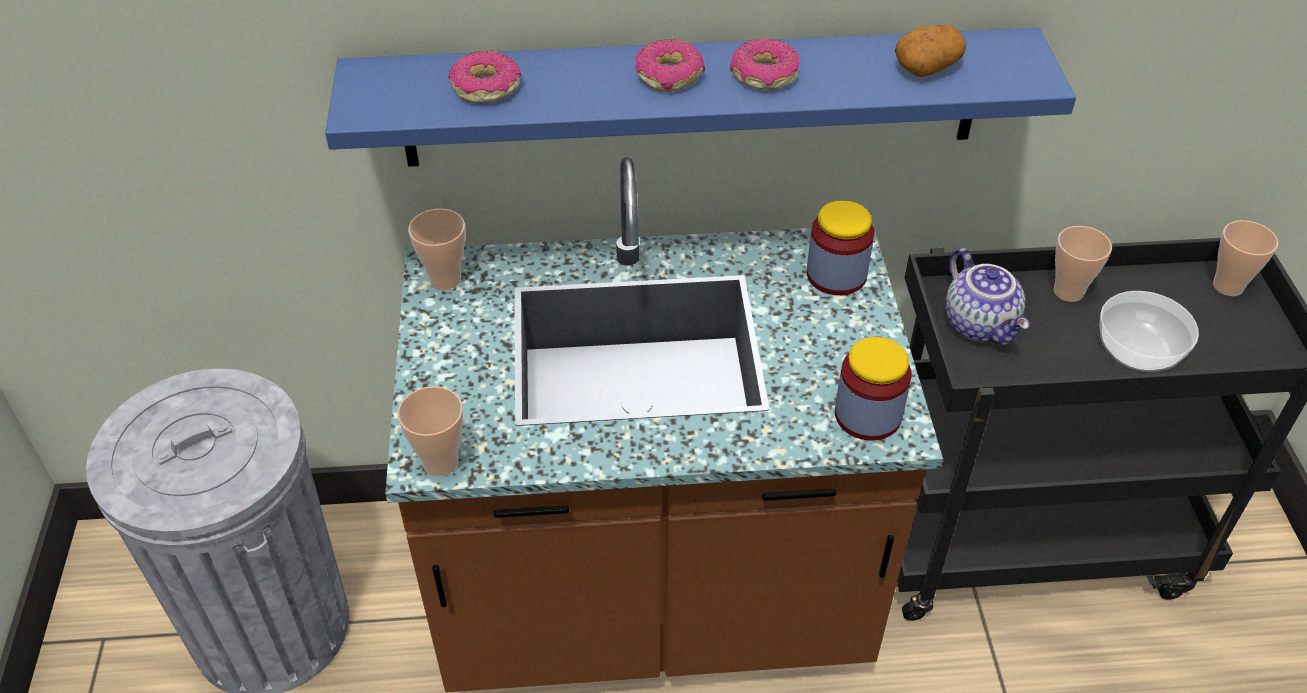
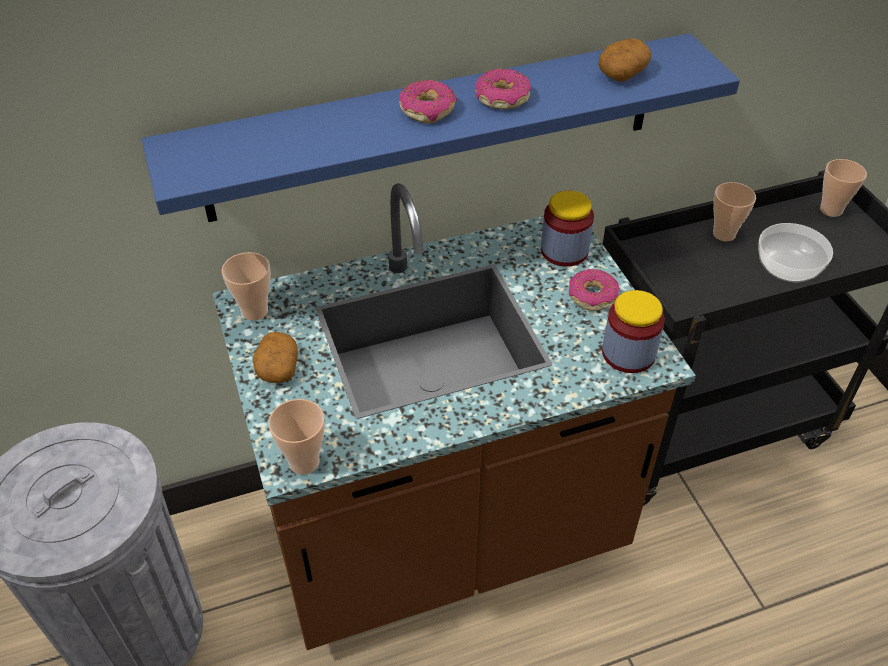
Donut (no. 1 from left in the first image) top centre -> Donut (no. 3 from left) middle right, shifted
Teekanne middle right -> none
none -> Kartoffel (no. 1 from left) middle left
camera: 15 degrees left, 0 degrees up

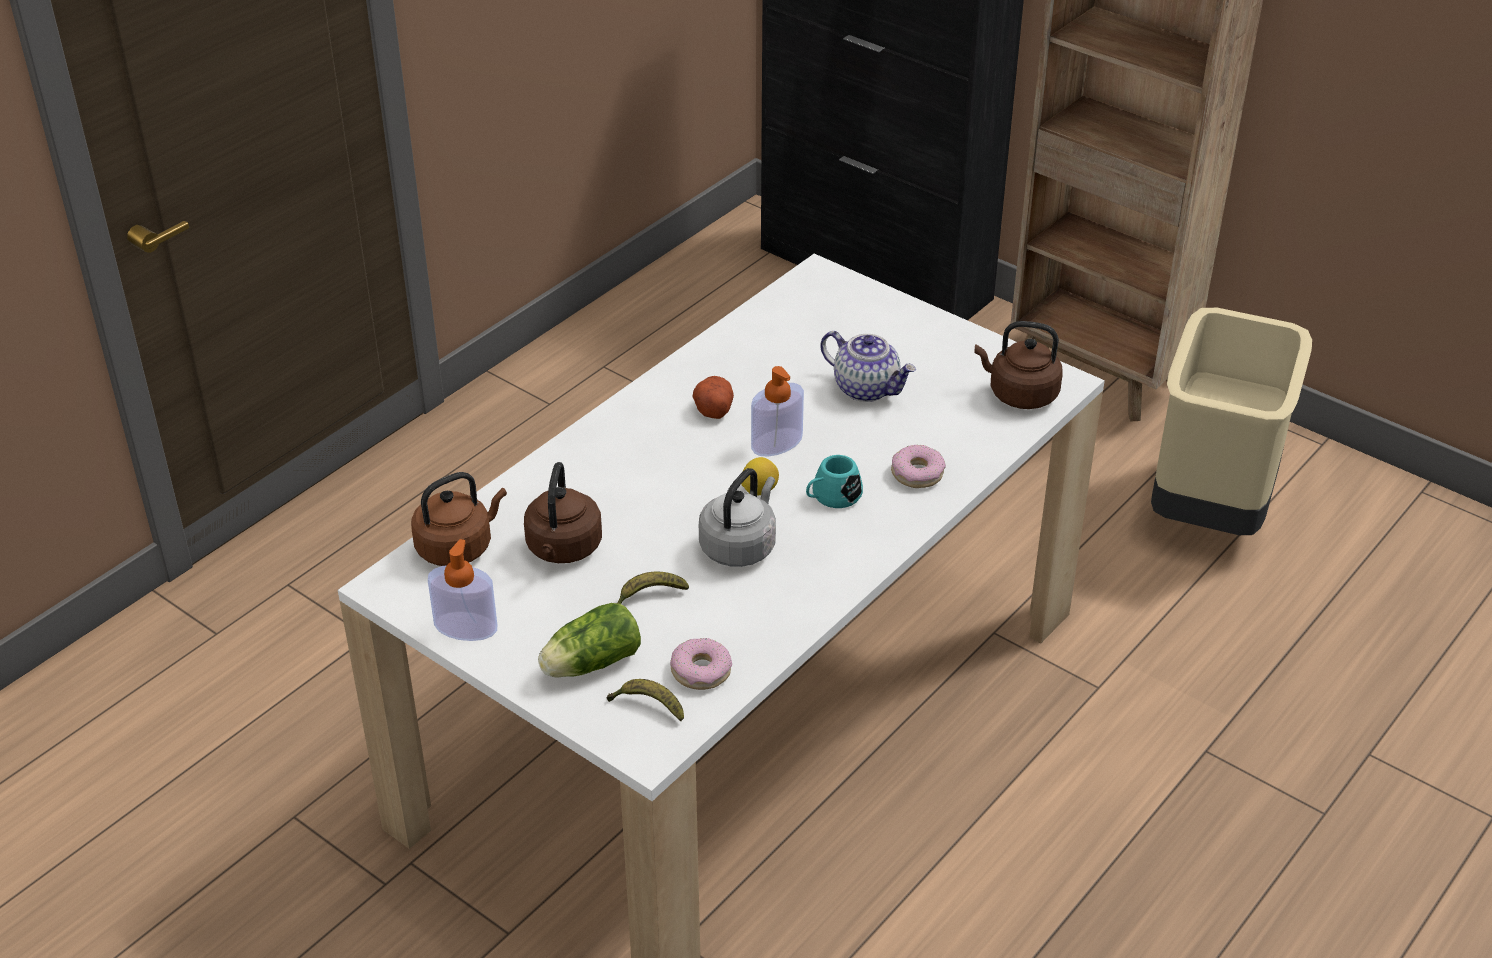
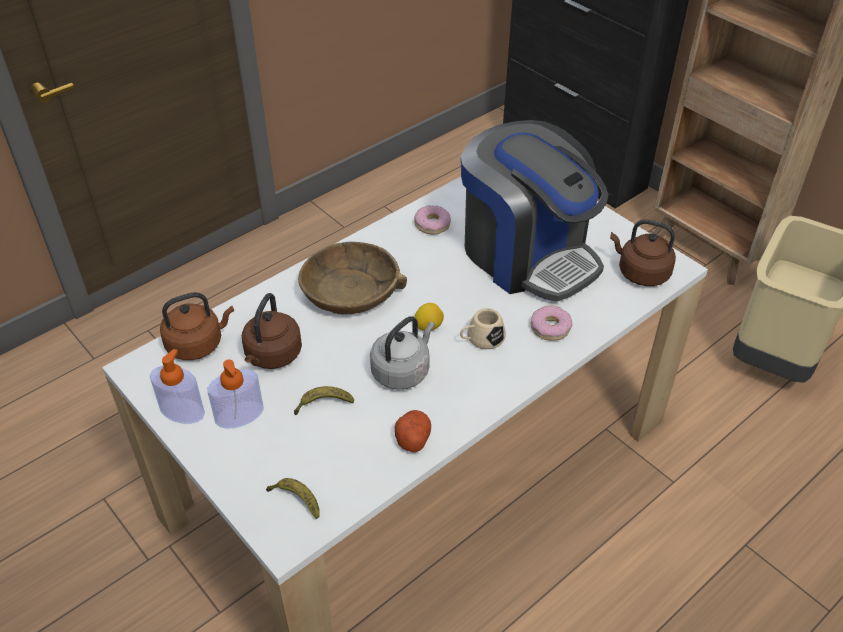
Salatkopf bottom centre -> none
Donut (no. 1 from left) bottom centre -> Donut (no. 1 from left) centre, shifted
Kartoffel centre -> Kartoffel bottom centre, shifted
Seifenspender (no. 2 from left) centre -> Seifenspender (no. 2 from left) middle left, shifted
Henkelbecher [türkis] centre -> Henkelbecher [beige] centre
Teekanne centre -> Kaffeemaschine top centre
none -> Schüssel [braun] centre
camera: 10 degrees right, 5 degrees up

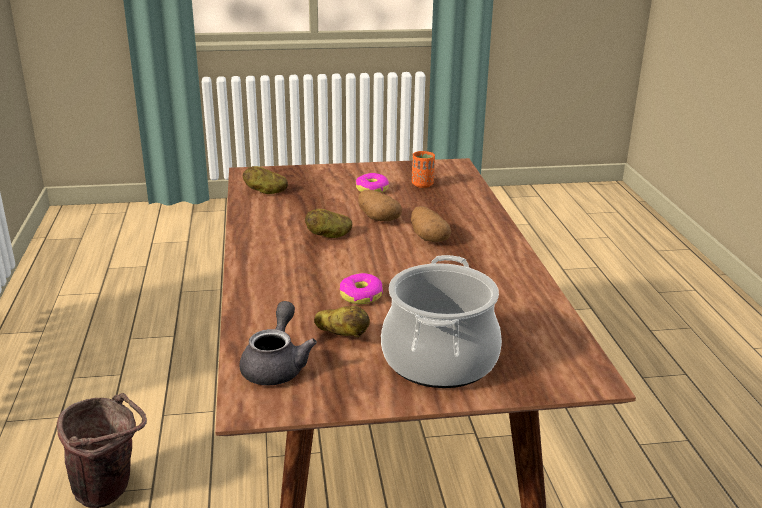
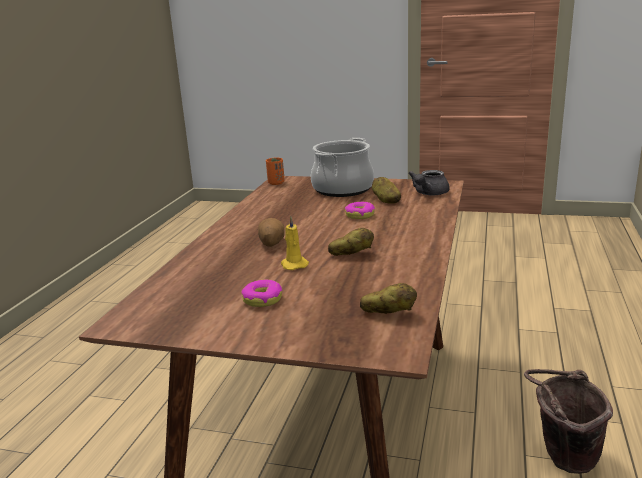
Kartoffel (no. 4 from left) centre -> Kerze [gelb] centre
Tasse [orange] top centre -> Tasse [orange] centre, shifted
camera: 155 degrees left, 5 degrees down

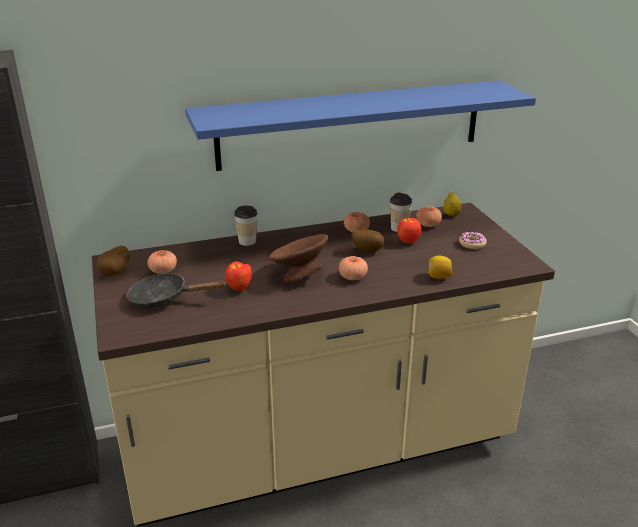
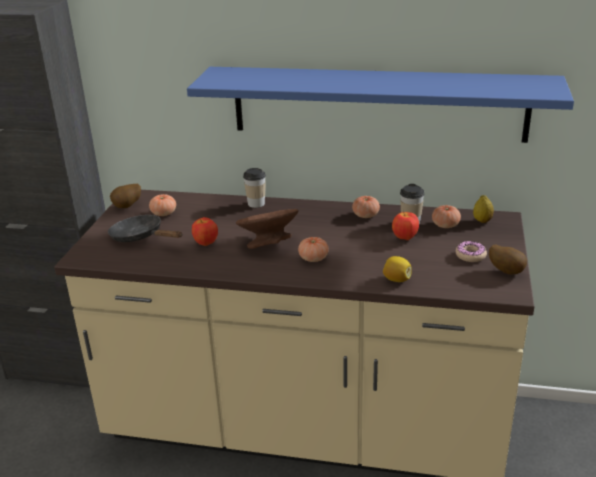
Kartoffel (no. 2 from left) centre -> Kartoffel (no. 2 from left) middle right, shifted
camera: 30 degrees right, 0 degrees up

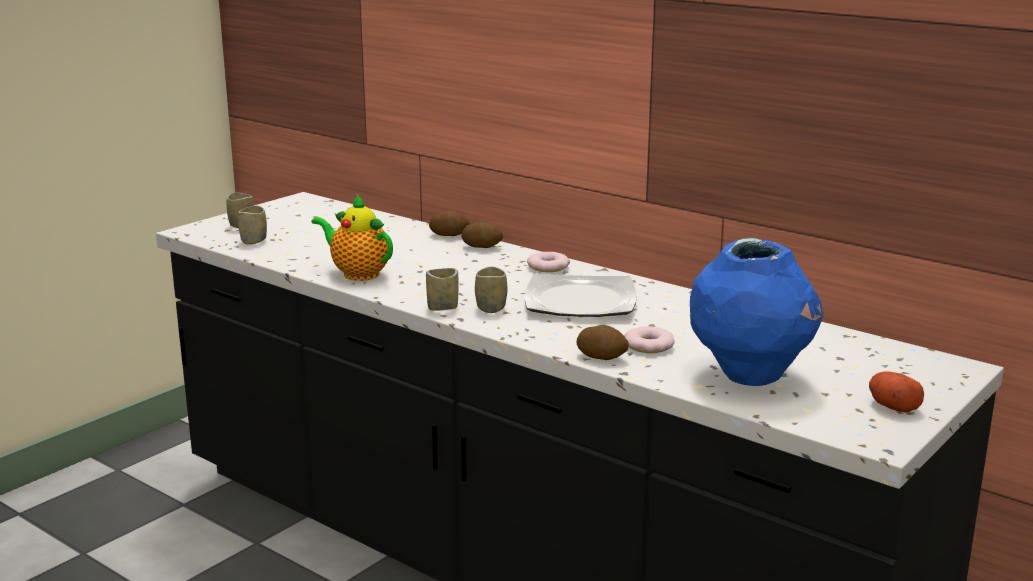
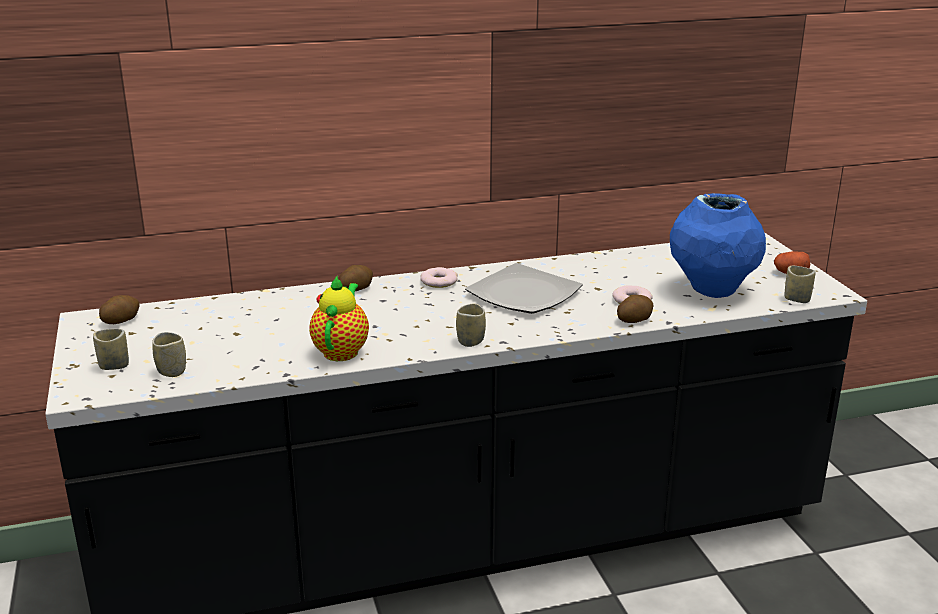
Teekanne centre, 120 degrees clockwise
Kartoffel (no. 1 from left) centre -> Kartoffel (no. 1 from left) middle left, shifted
Tasse (no. 4 from left) centre -> Tasse (no. 4 from left) middle right, shifted
camera: 55 degrees left, 5 degrees up

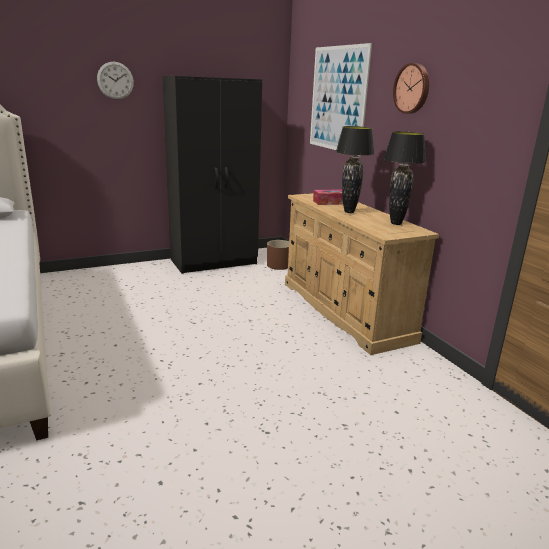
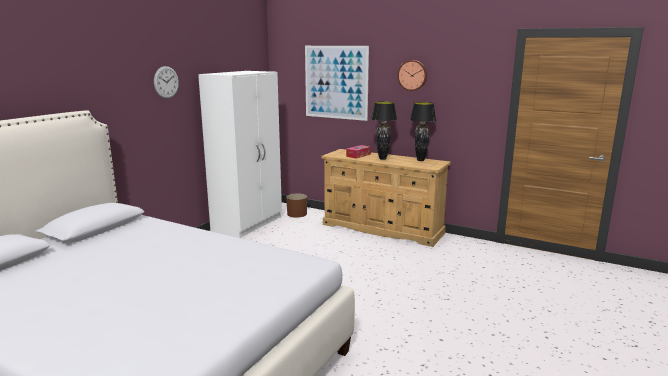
Kleiderschrank [schwarz] top centre -> Kleiderschrank [weiß] centre
camera: 35 degrees left, 5 degrees down

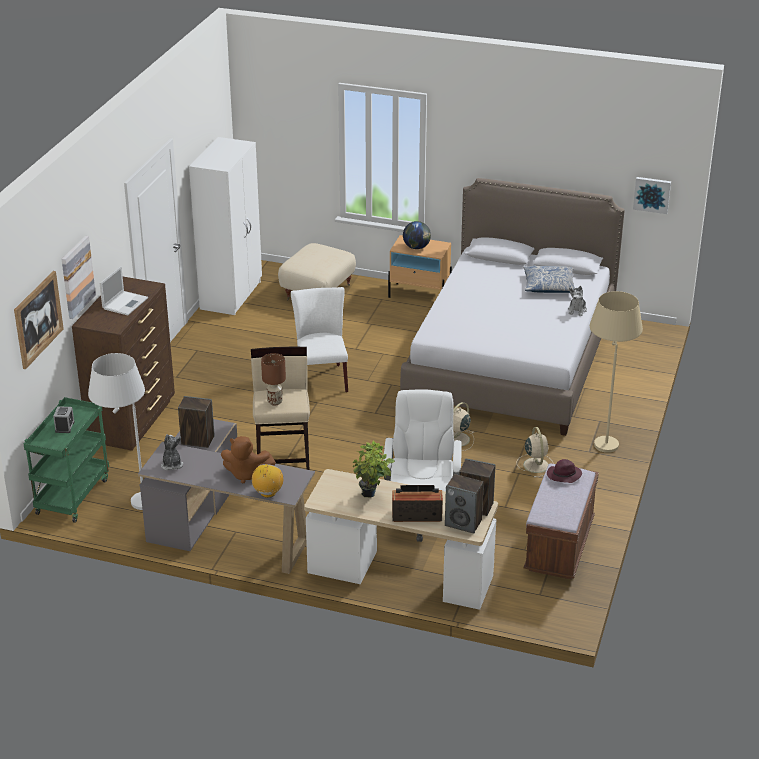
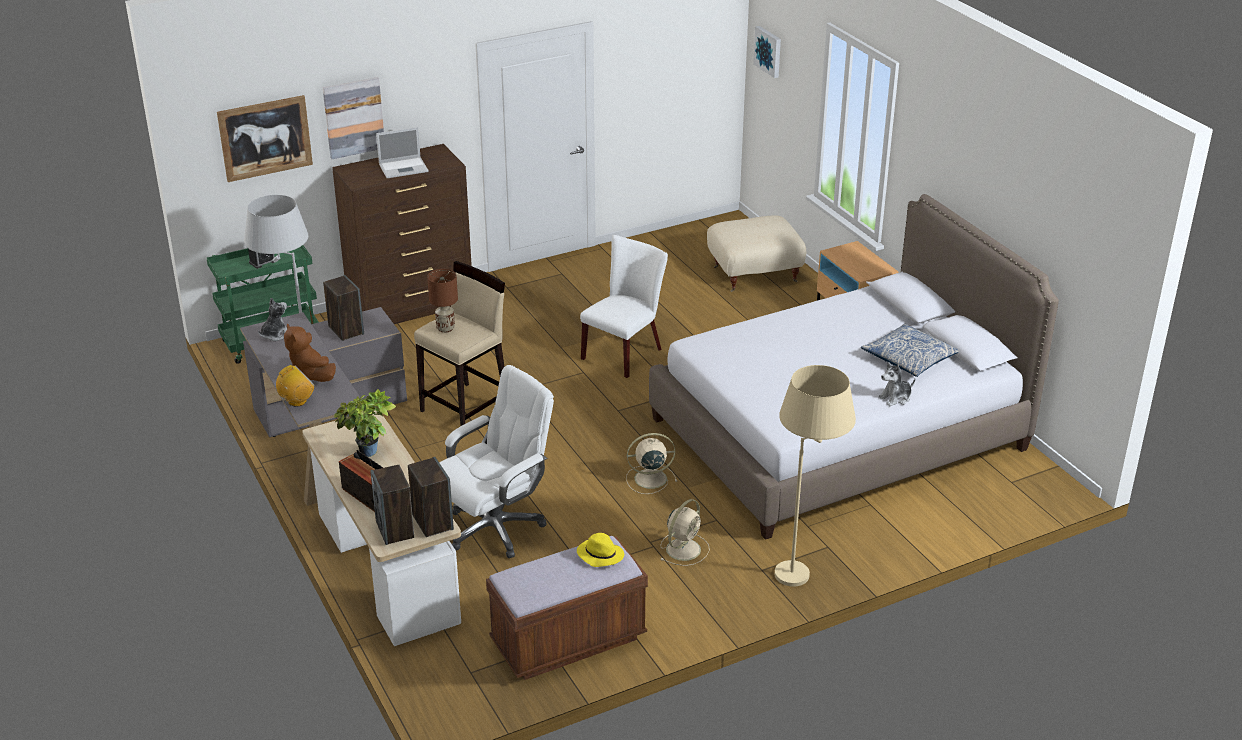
Kleiderschrank [weiß] top left -> none
Globus top centre -> none
Hut [lila] middle right -> Hut [gelb] bottom centre
Bild (no. 3 from left) top right -> Bild (no. 3 from left) top centre, shifted
camera: 45 degrees right, 0 degrees up

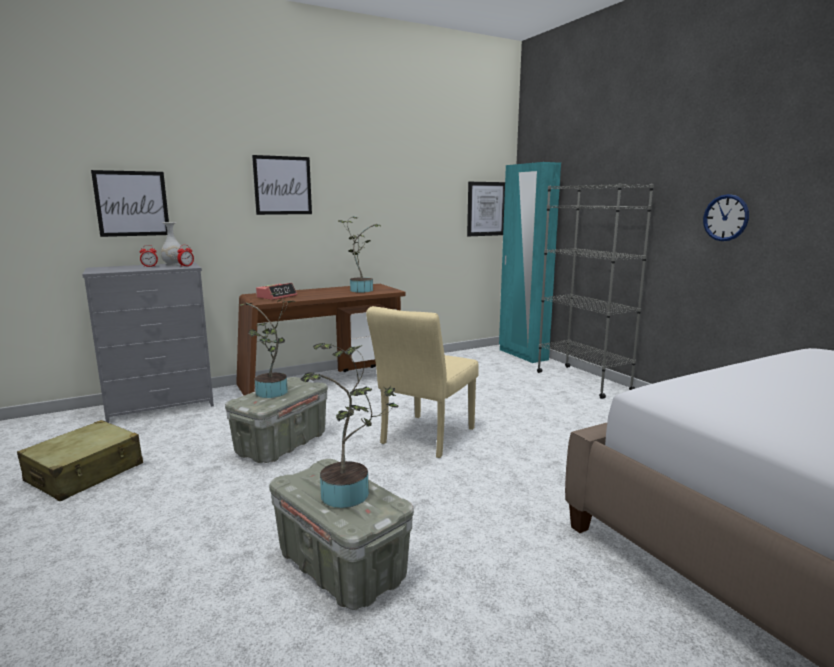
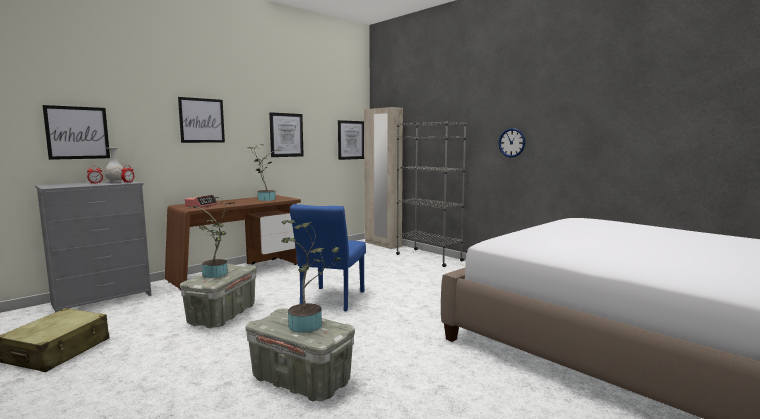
Stuhl [beige] centre -> Stuhl [blau] centre
Kleiderschrank [türkis] centre -> Kleiderschrank [beige] centre
none -> Bild (no. 3 from left) top centre
camera: 15 degrees left, 5 degrees down

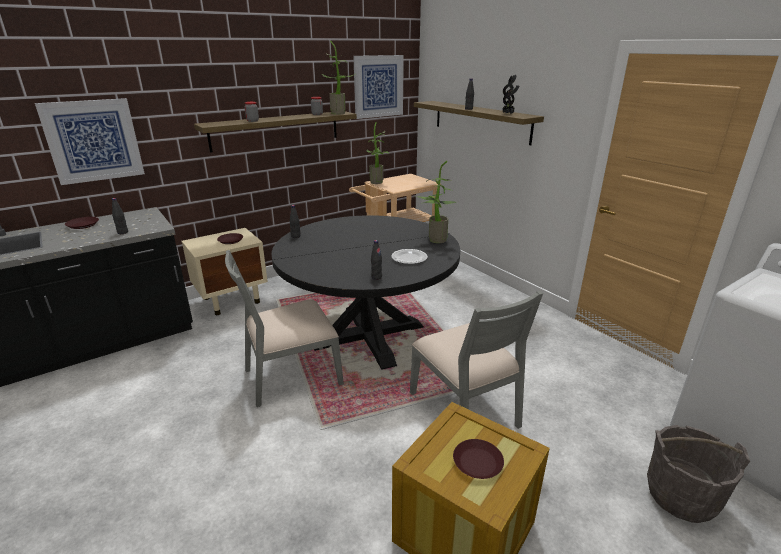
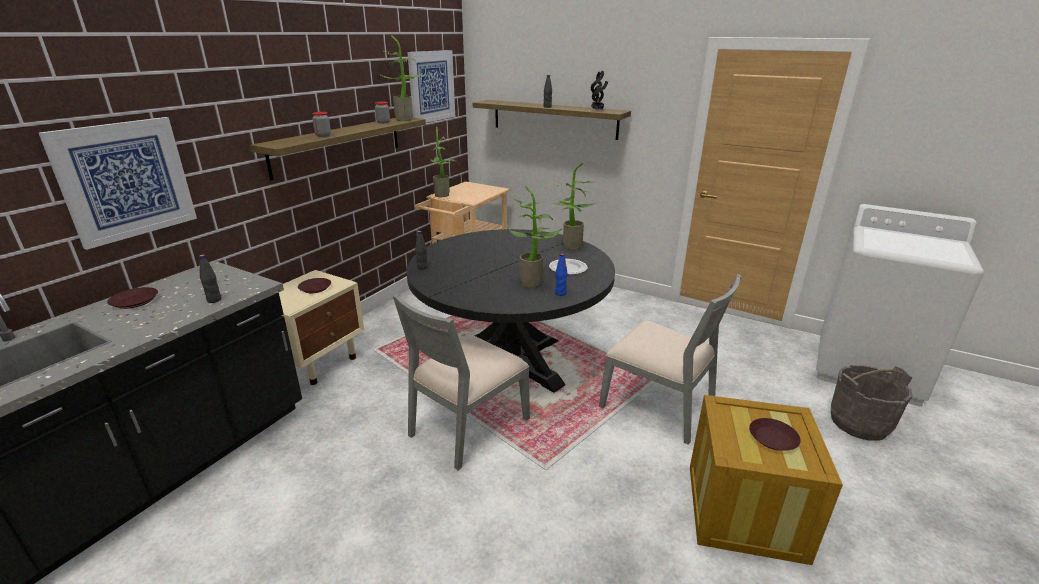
Flasche [schwarz] (no. 3 from left) centre -> Flasche [blau] centre
none -> Topfpflanze (no. 3 from left) centre
camera: 25 degrees left, 0 degrees up

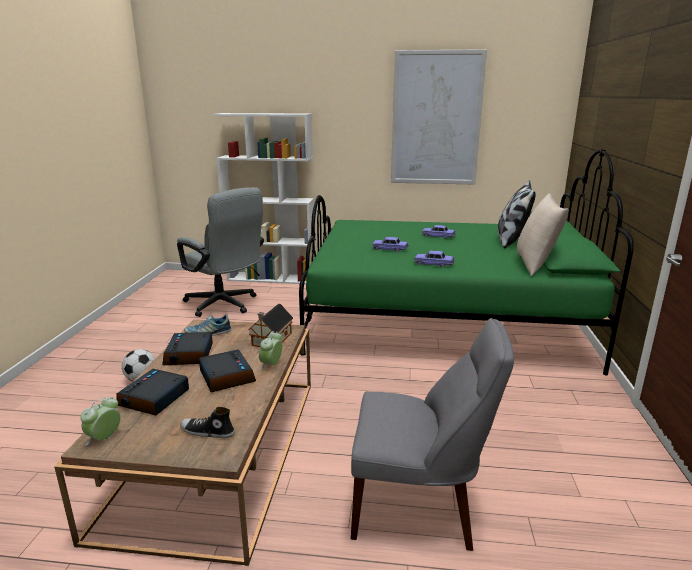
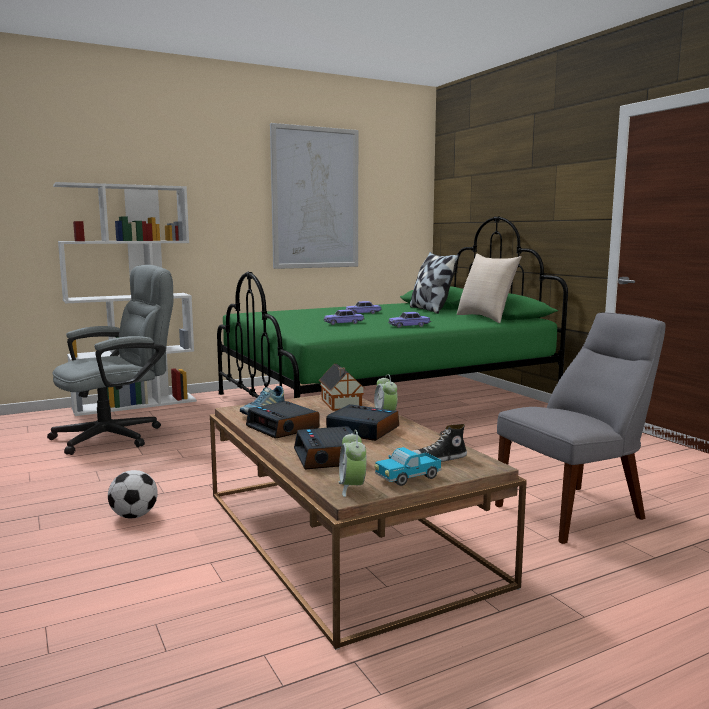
Bürostuhl [grau] middle left, 45 degrees counterclockwise
none -> Spielzeuglaster centre
camera: 35 degrees left, 10 degrees down

